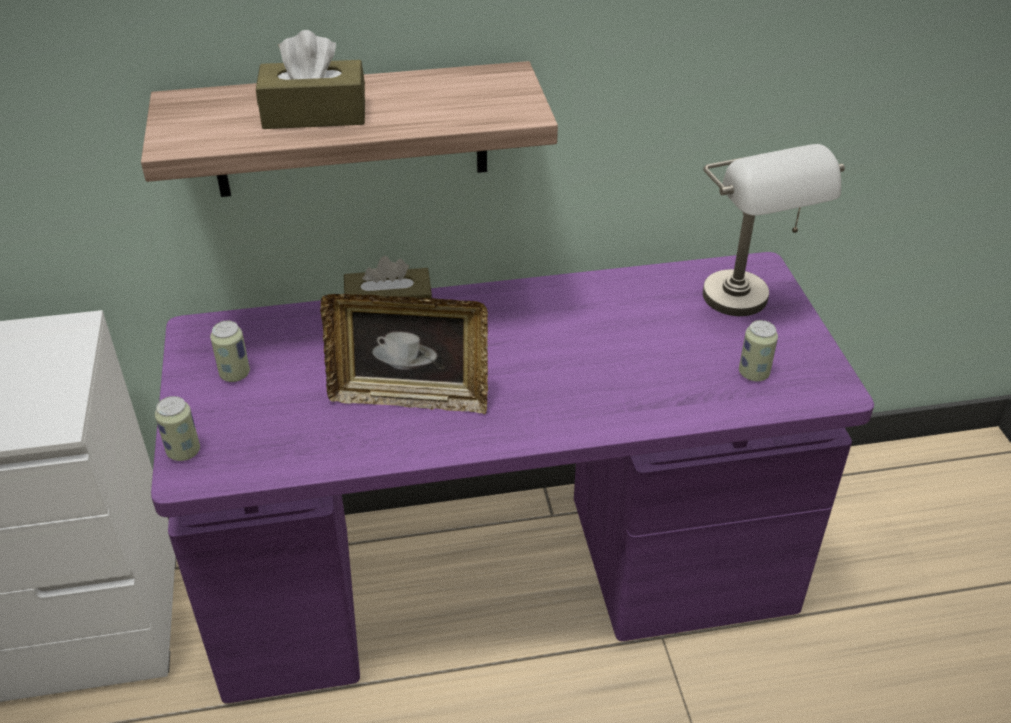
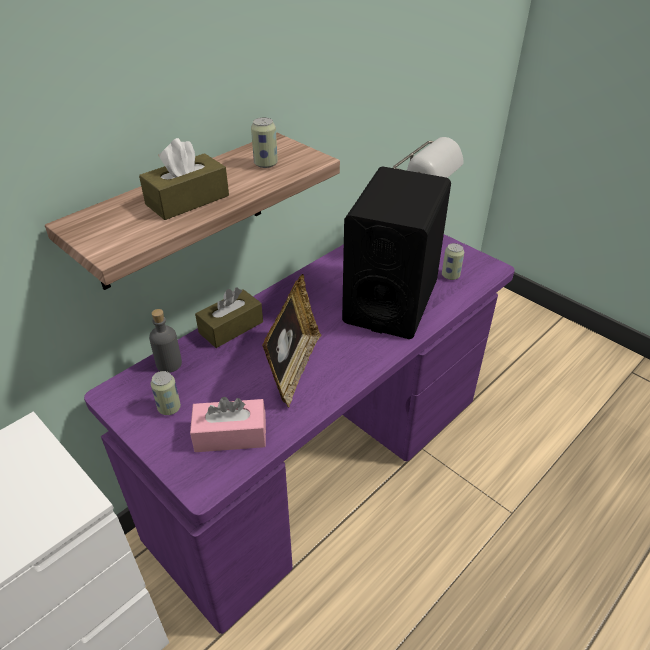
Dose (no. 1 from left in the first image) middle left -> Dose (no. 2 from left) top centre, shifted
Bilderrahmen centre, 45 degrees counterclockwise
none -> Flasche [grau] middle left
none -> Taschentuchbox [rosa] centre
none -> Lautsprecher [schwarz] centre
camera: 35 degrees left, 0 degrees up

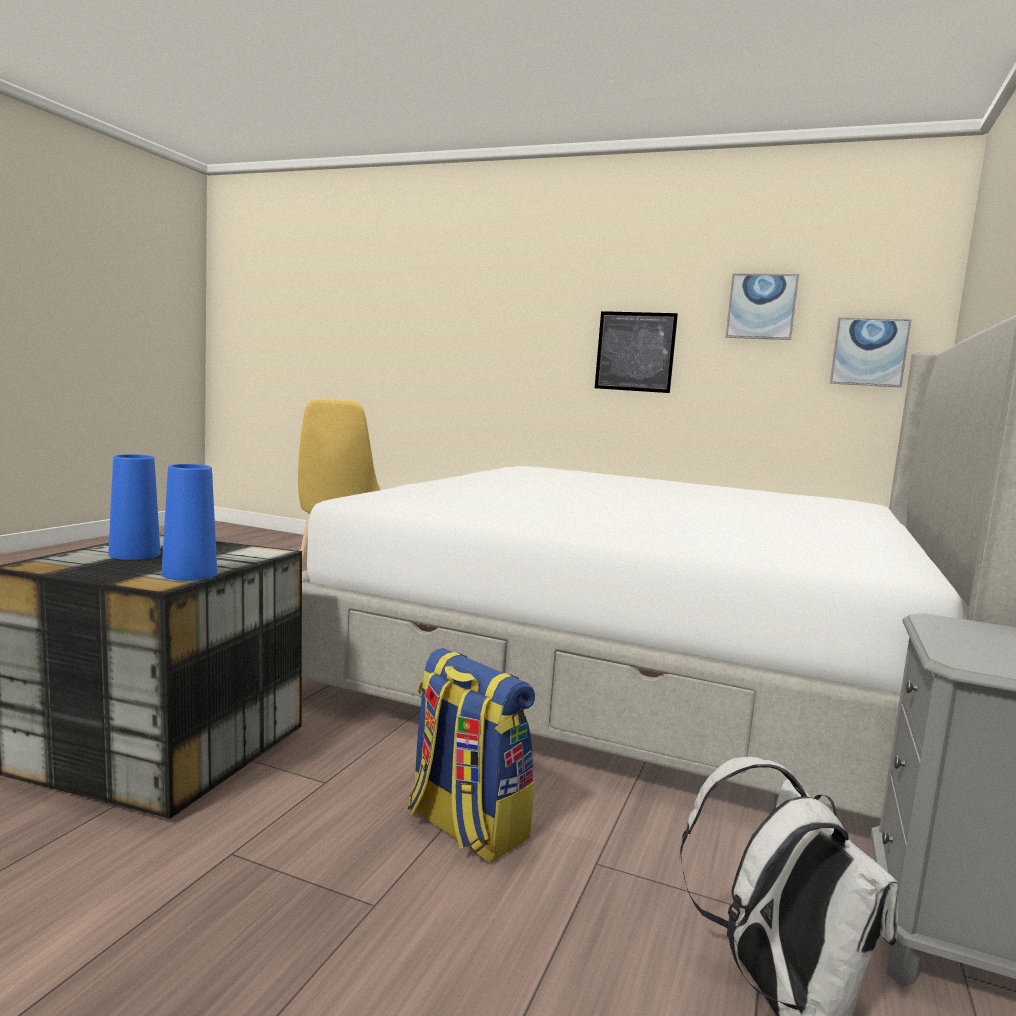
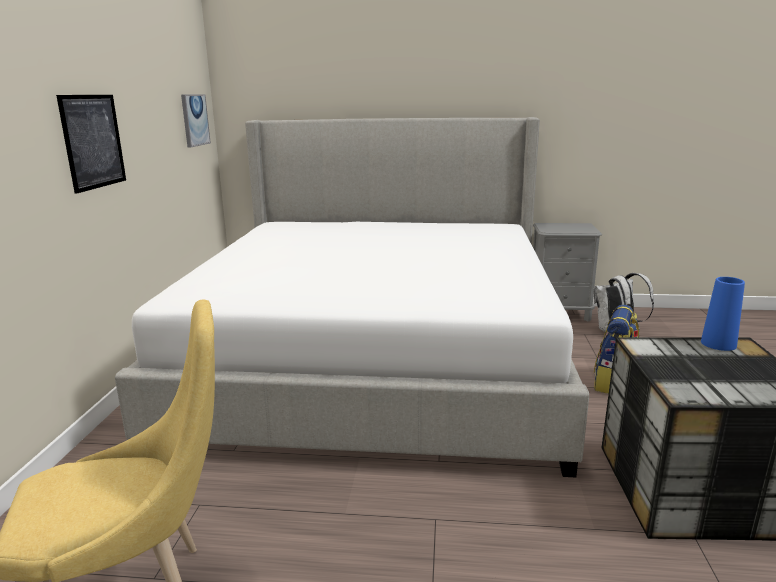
Vase [blau] (no. 1 from left) middle left -> none
Bild (no. 2 from left) top right -> none
camera: 105 degrees left, 10 degrees up

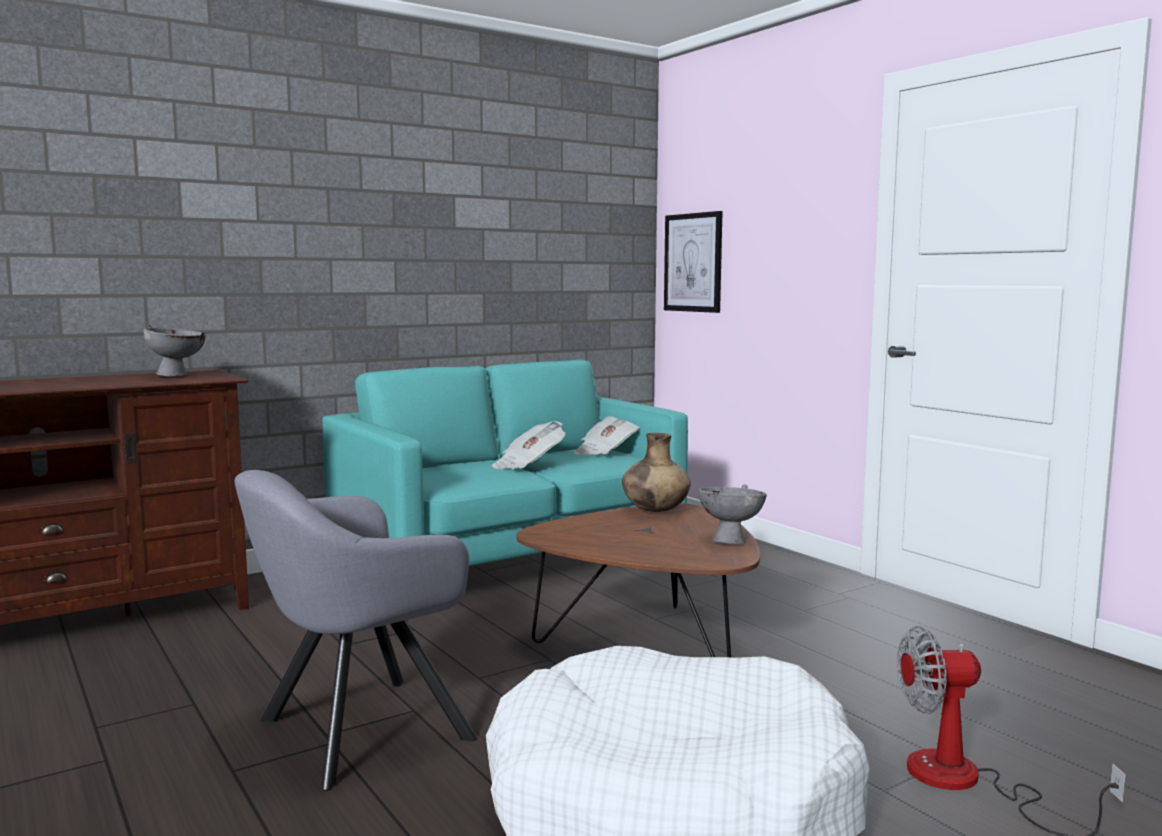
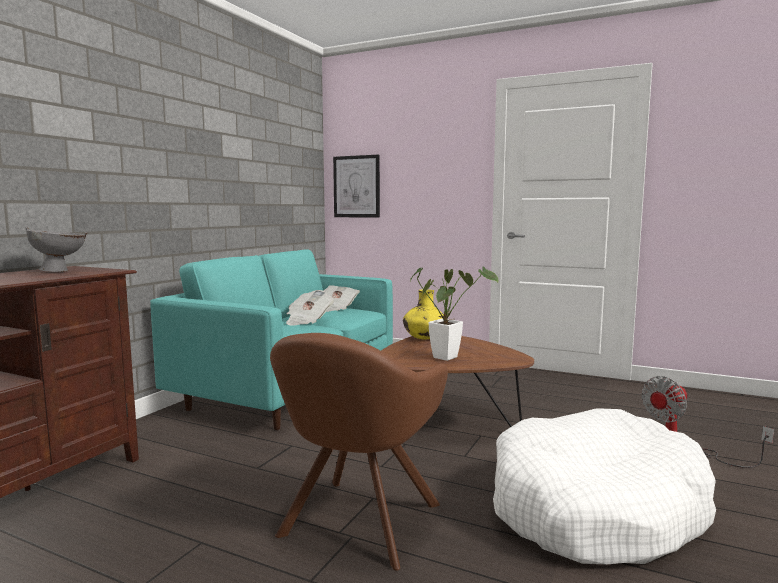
Sessel [grau] bottom left -> Sessel [braun] bottom centre
Vase [braun] centre -> Vase [gelb] centre
Schüssel [grau] (no. 2 from left) centre -> none
none -> Topfpflanze centre
camera: 30 degrees left, 0 degrees up

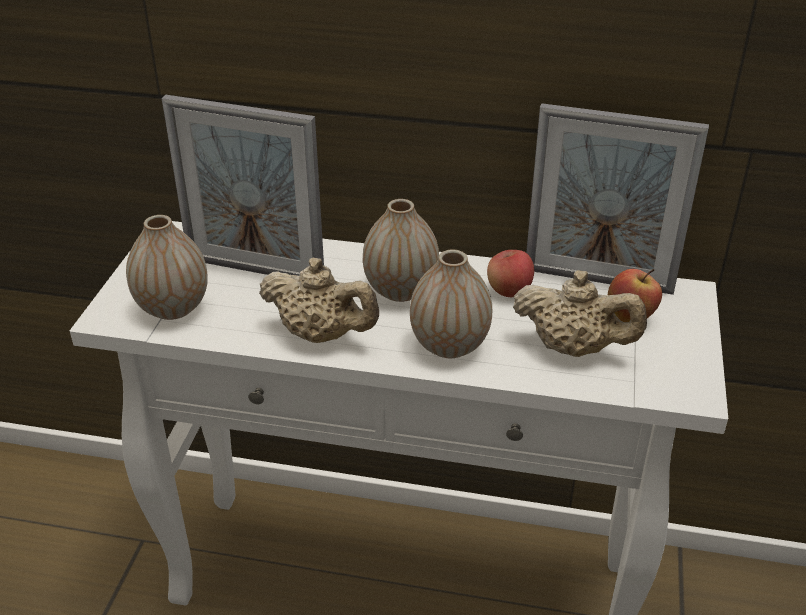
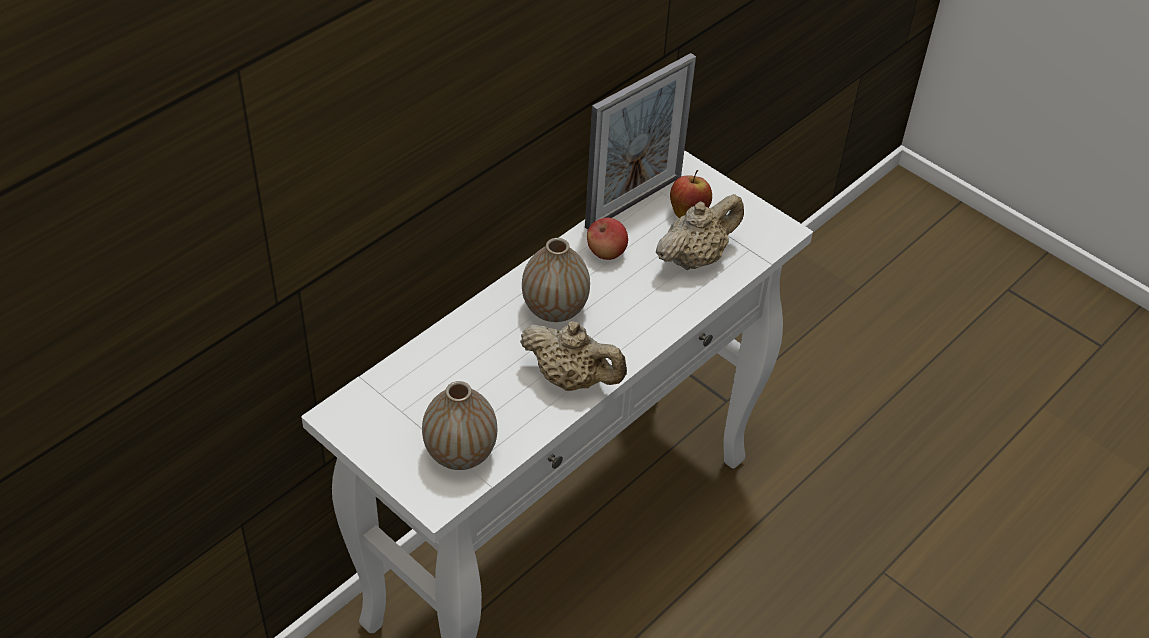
Bilderrahmen (no. 1 from left) top left -> none
Teekanne [beige] (no. 1 from left) centre, 60 degrees clockwise
Vase (no. 3 from left) centre -> none
camera: 60 degrees left, 10 degrees up

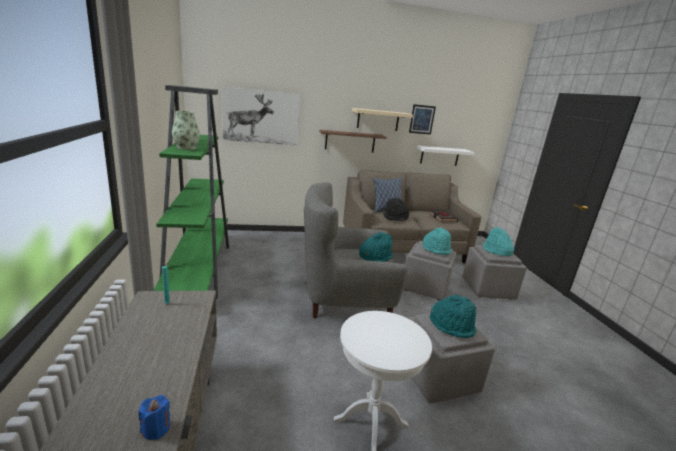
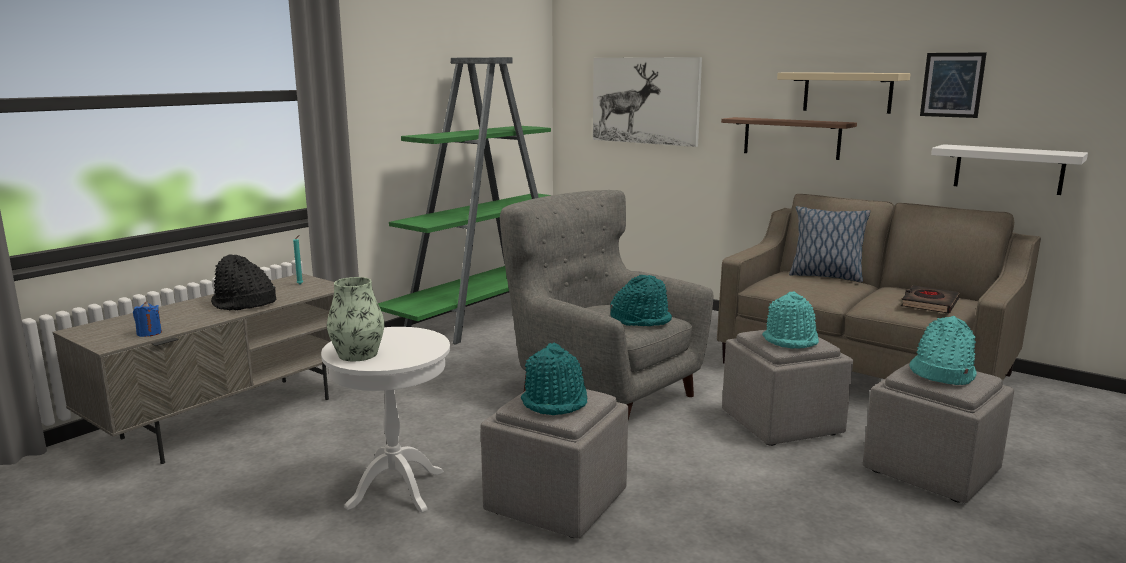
Vase top left -> Vase middle left, shifted
Hut [schwarz] centre -> Hut [schwarz] middle left, shifted
camera: 50 degrees right, 5 degrees down

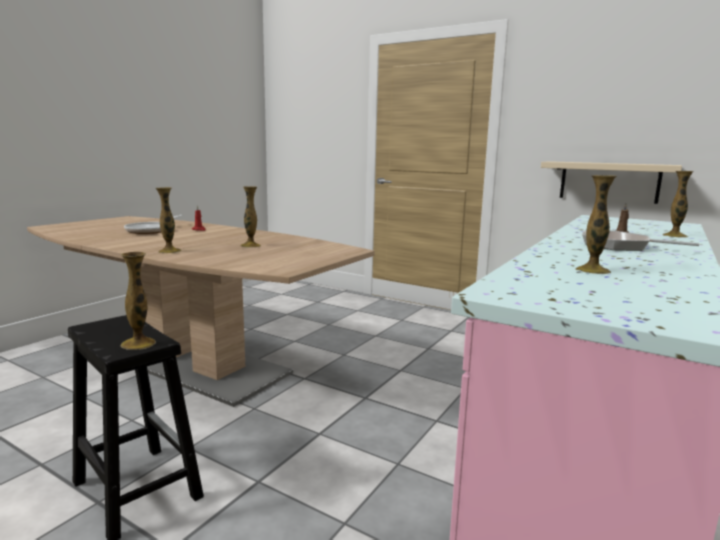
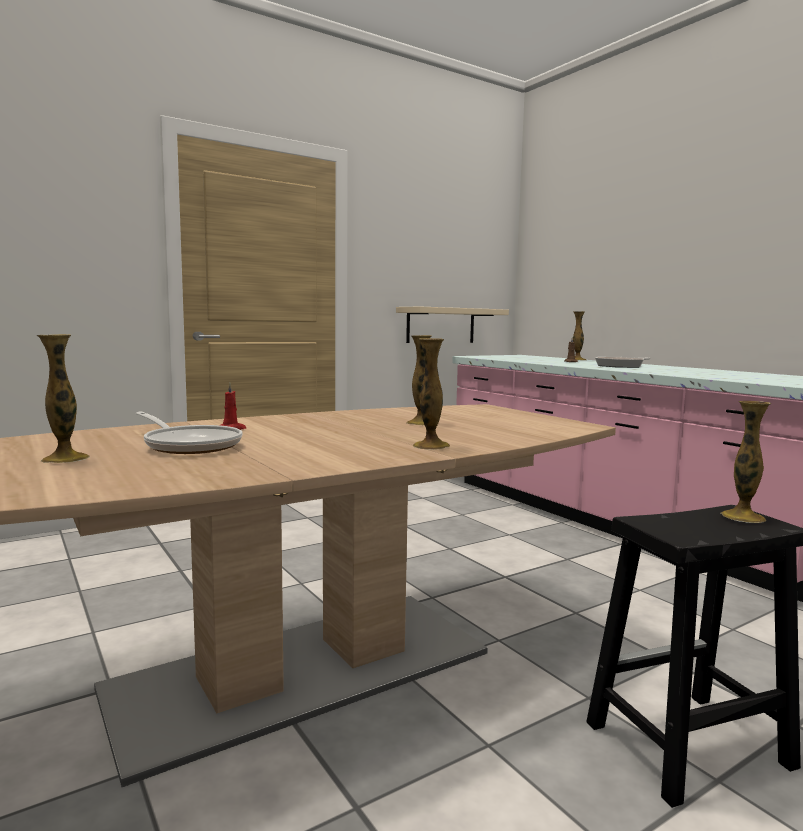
Vase (no. 4 from left in the first image) middle right -> Vase (no. 1 from left) middle left, shifted
camera: 65 degrees left, 5 degrees down

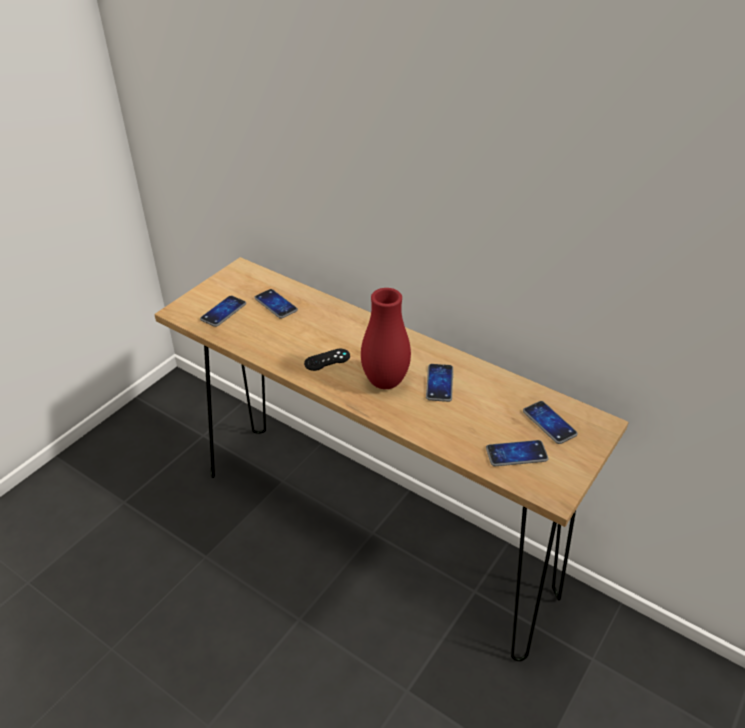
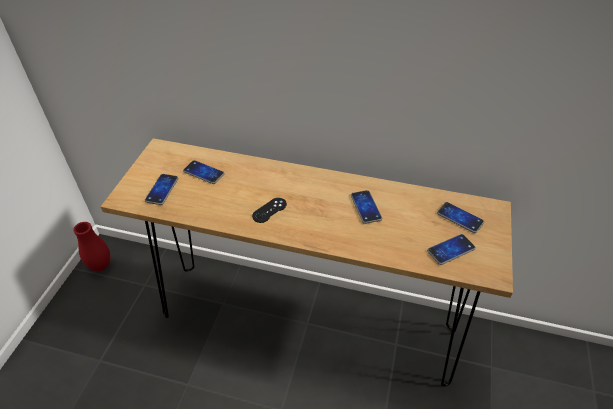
Vase [rot] centre -> Vase [rot] middle left, shifted
camera: 20 degrees left, 5 degrees up

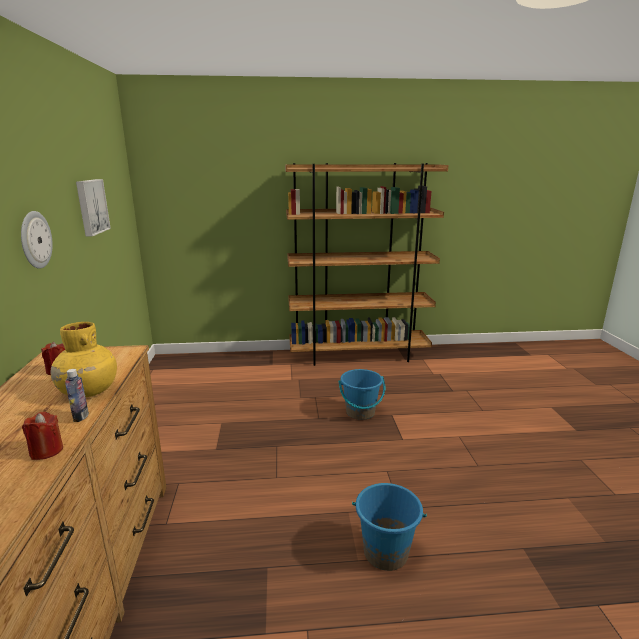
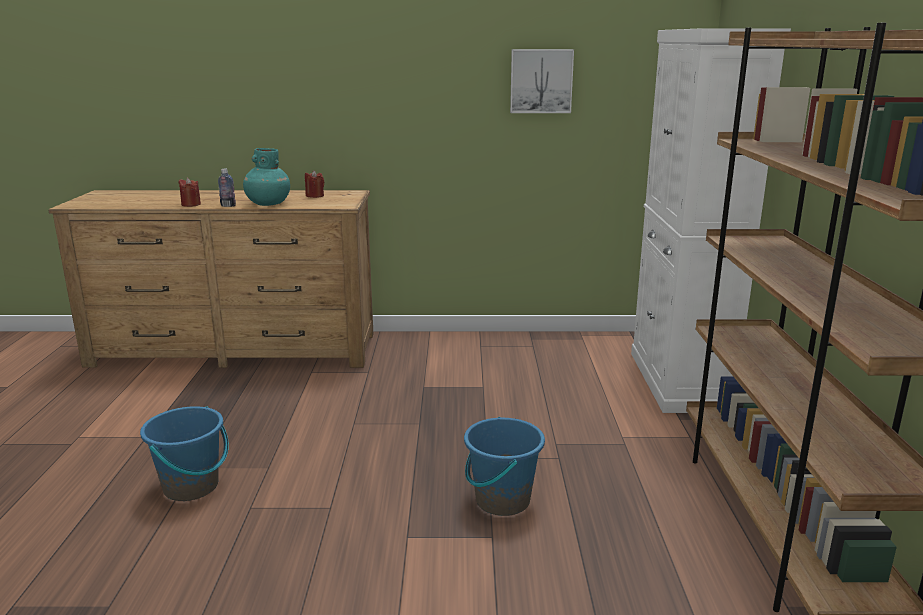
Wanduhr middle left -> none
Vase [gelb] middle left -> Vase [türkis] top left
none -> Schrank [weiß] middle right
camera: 95 degrees right, 0 degrees up

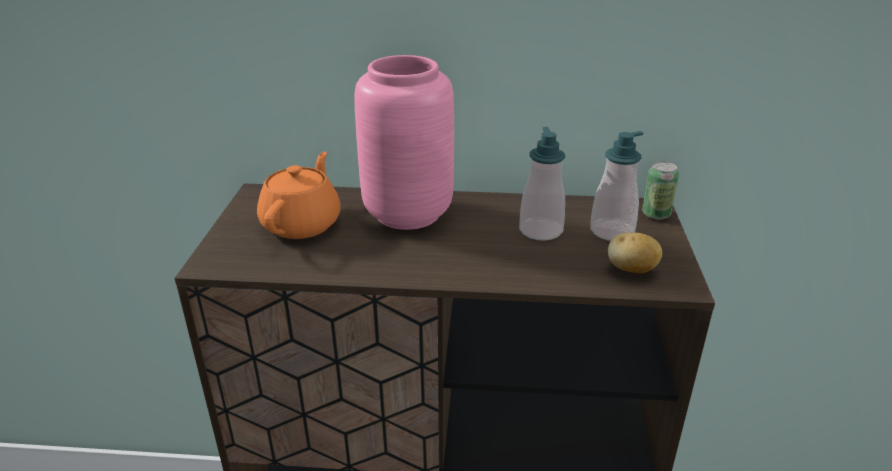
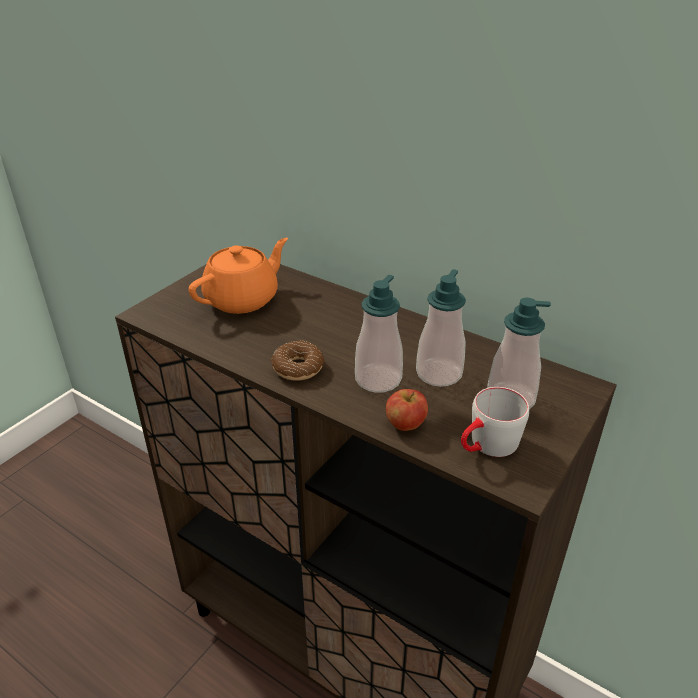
Vase [rosa] top centre -> none
Kartoffel middle right -> Henkelbecher [grau] middle right
Dose middle right -> none
none -> Donut centre
none -> Seifenspender (no. 1 from left) centre
none -> Apfel centre
camera: 30 degrees right, 5 degrees up

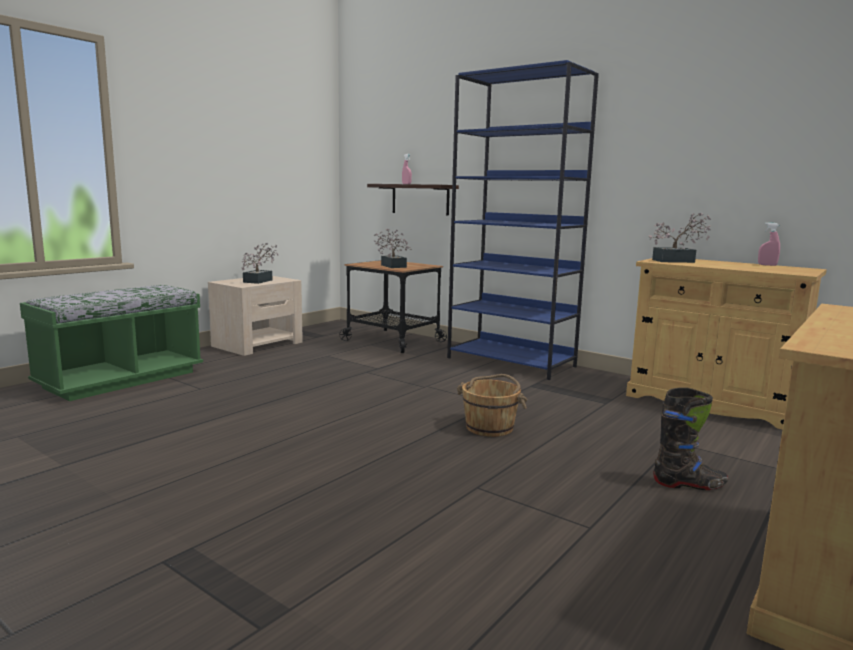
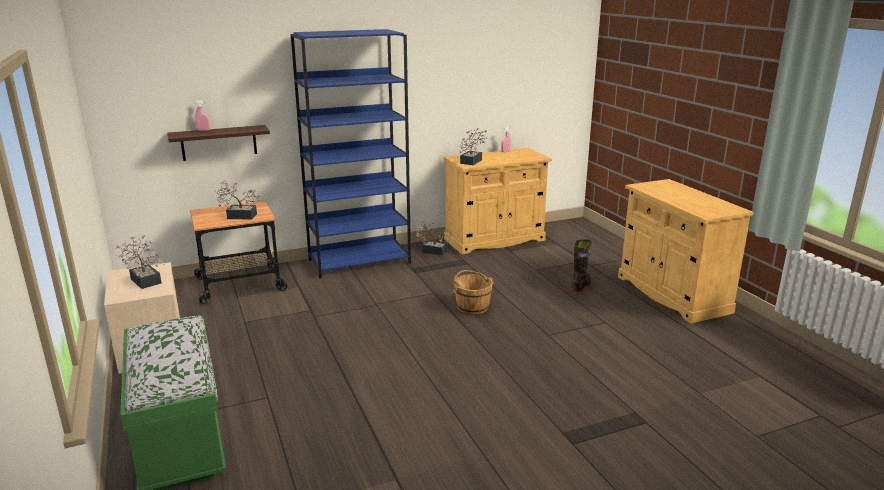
none -> Topfpflanze (no. 3 from left) centre
camera: 60 degrees left, 10 degrees up

